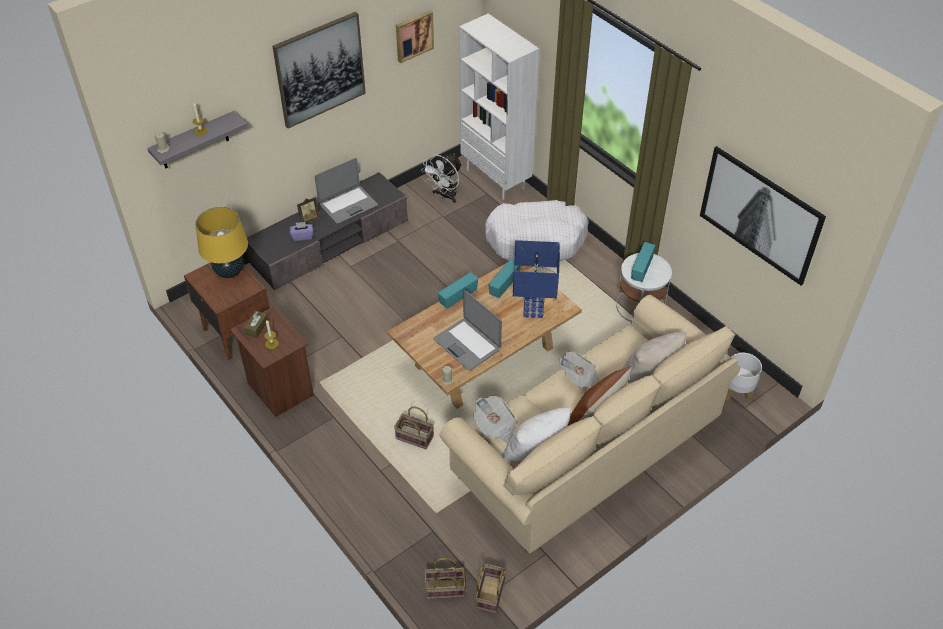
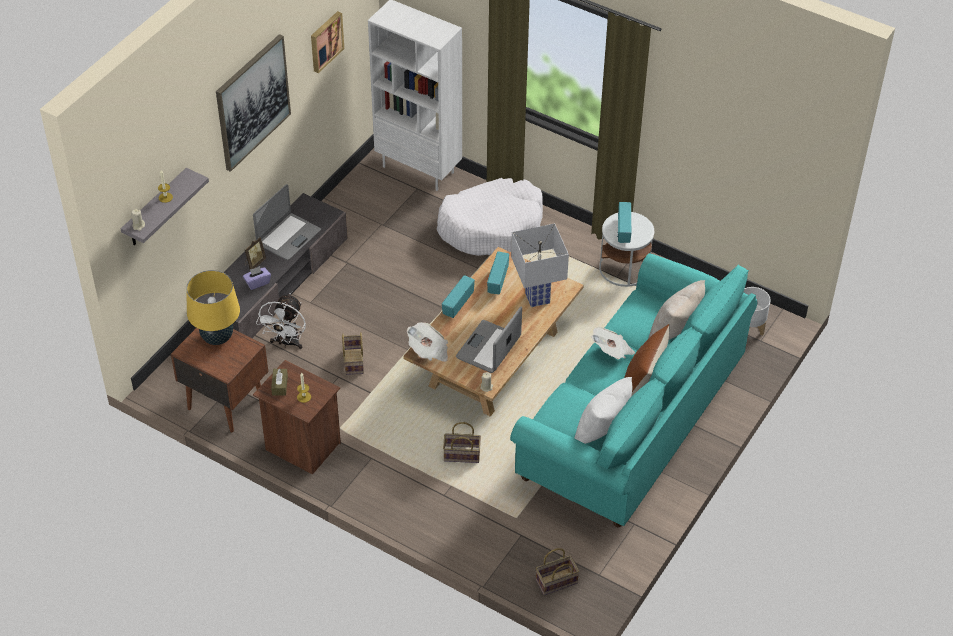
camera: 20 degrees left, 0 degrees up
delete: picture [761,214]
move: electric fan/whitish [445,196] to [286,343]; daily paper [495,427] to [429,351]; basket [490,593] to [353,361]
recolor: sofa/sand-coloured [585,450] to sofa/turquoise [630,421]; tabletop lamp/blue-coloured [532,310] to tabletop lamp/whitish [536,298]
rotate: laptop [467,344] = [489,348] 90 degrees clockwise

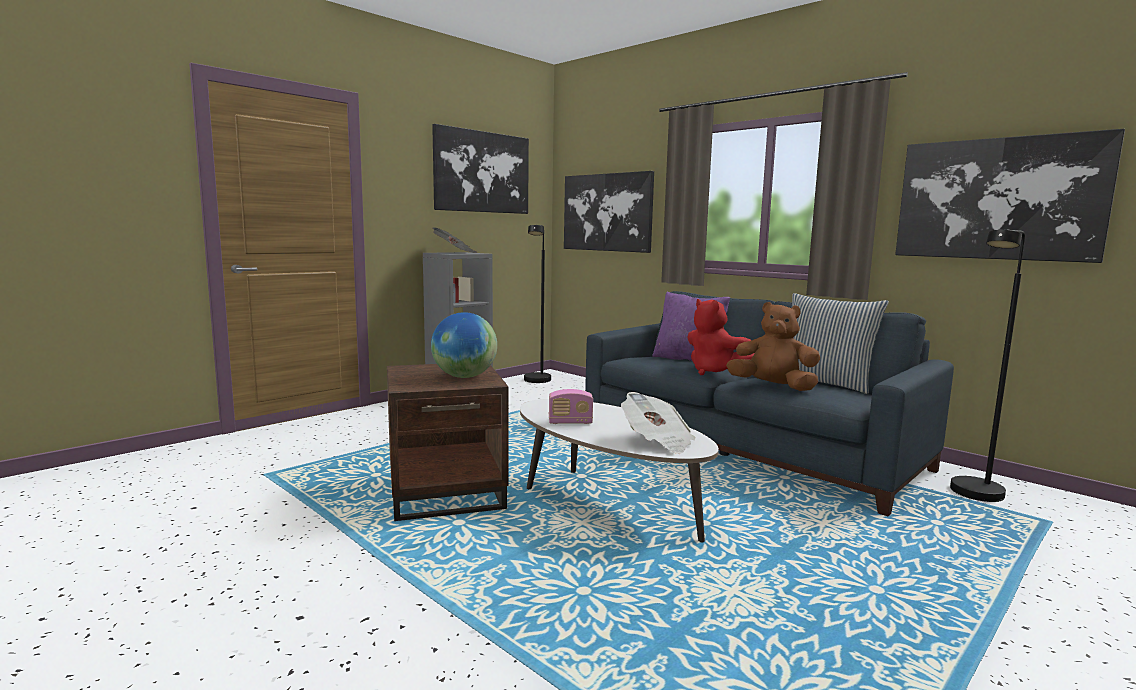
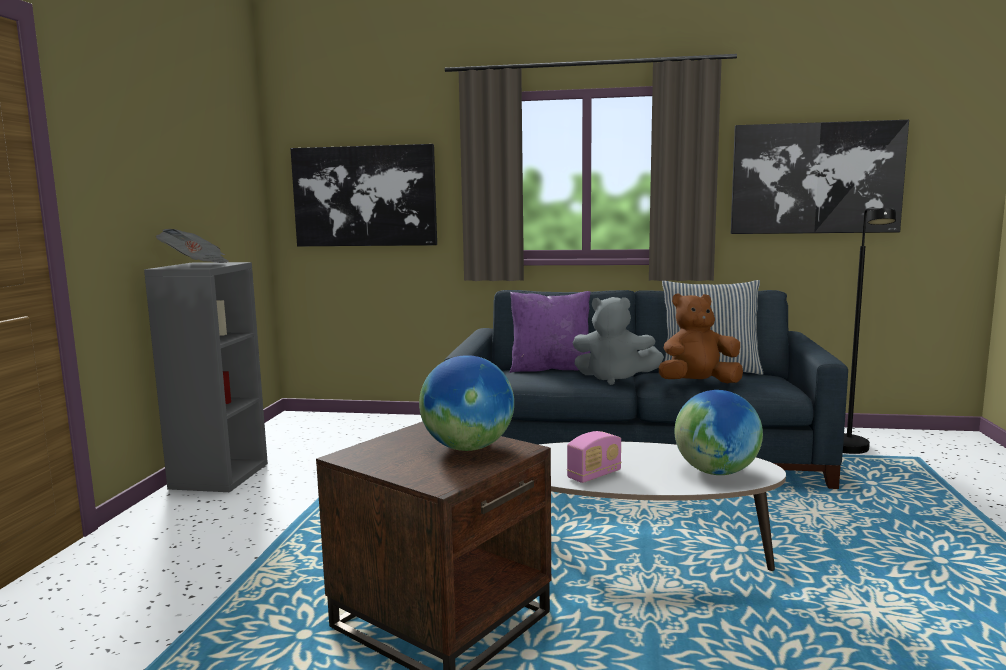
camera: 35 degrees left, 0 degrees up
delete: picture [482,172]; floor lamp/black-coloured [537,381]
replace: daily paper [657,441] to world globe [717,472]
recolor: soft toy/red-coloured [715,372] to soft toy/gray [614,378]

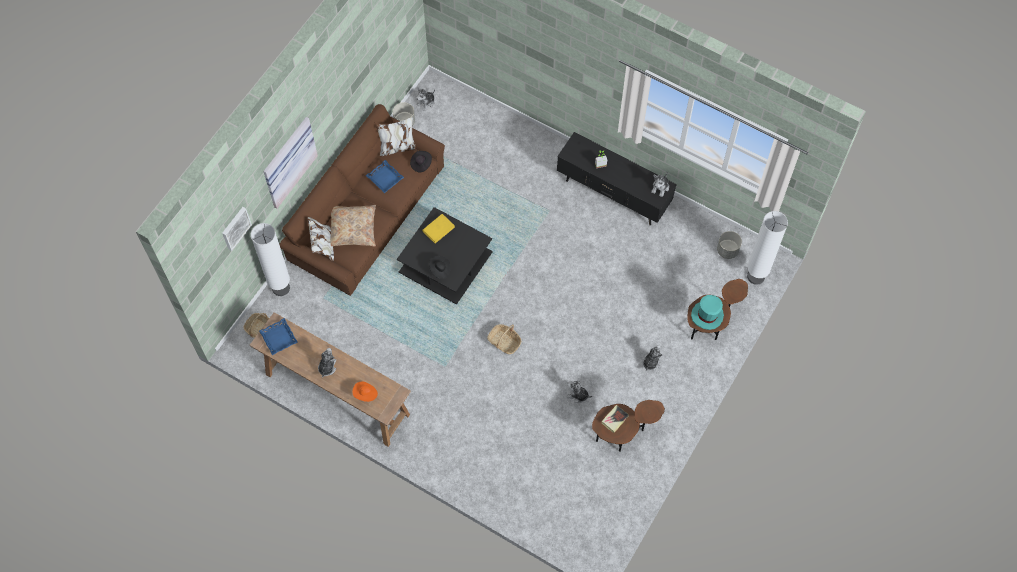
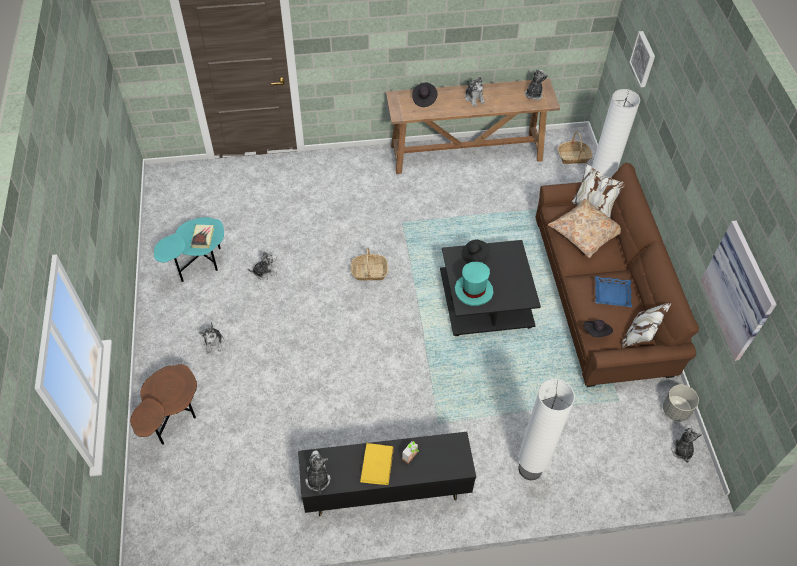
camera: 140 degrees right, 10 degrees down
delete: planter/gray [727,250]
move: picture [287,161] to [741,290]; book/yellow-coloured [438,229] to [377,465]; wearable hat/turquoise [707,316] to [473,291]; floor lamp/whitish [756,276] to [530,469]
replace: serving tray/blue-coloured [279,338] to soft toy [533,94]
recolor: wearable hat/orange-coloured [365,394] to wearable hat/black-coloured [424,99]; accent table/brown [622,434] to accent table/turquoise [199,266]

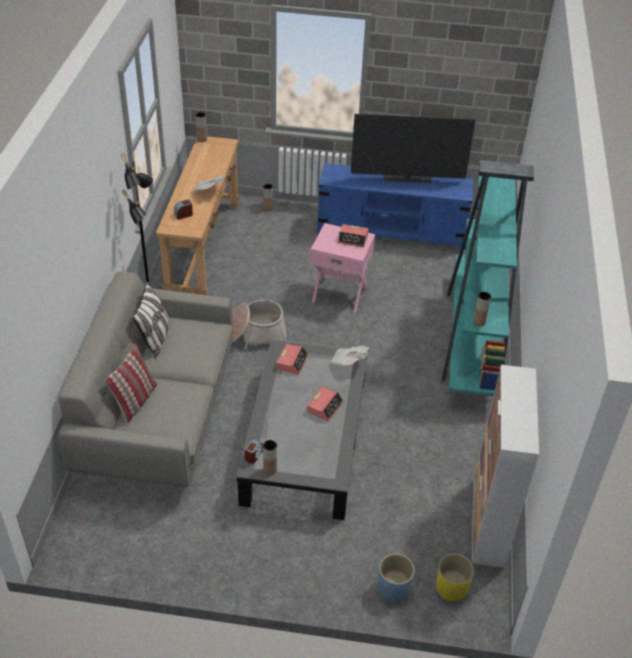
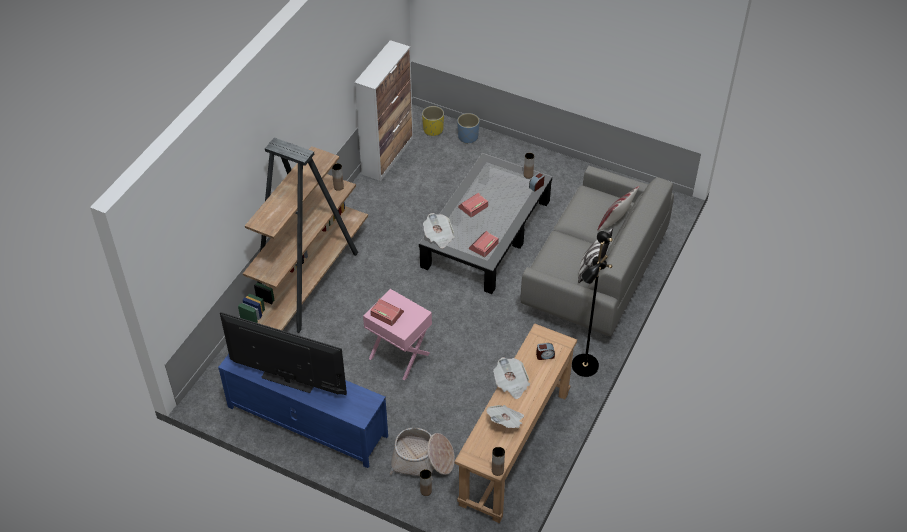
camera: 160 degrees left, 5 degrees up
insert: daily paper [506,422]
move: basket [255,333] to [422,461]
recolor: bookshelf/turquoise [473,340] to bookshelf/brown [308,281]

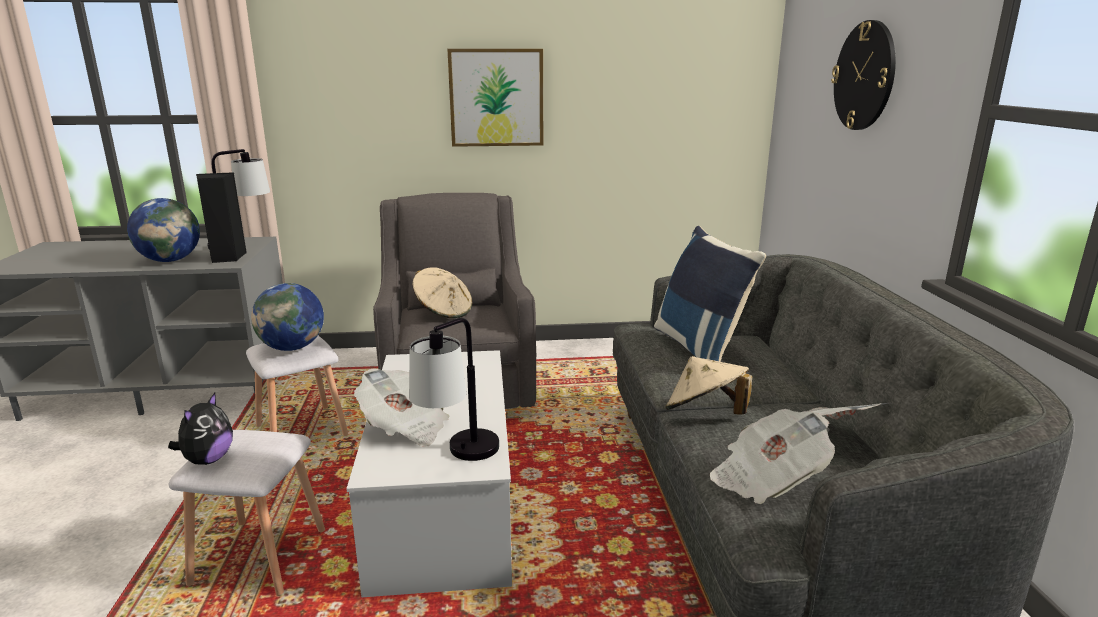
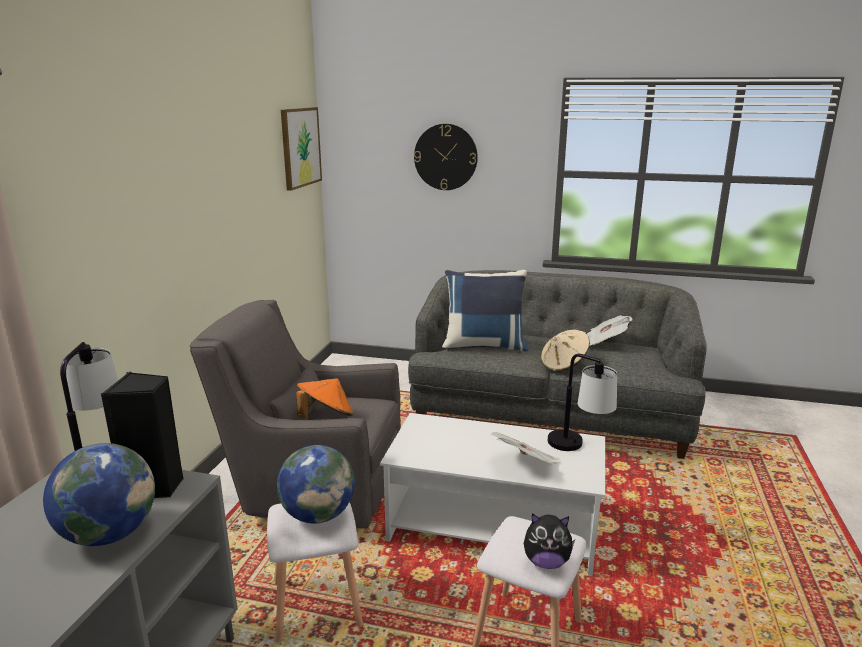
camera: 70 degrees left, 0 degrees up
delete: daily paper [766,479]
move: picture [496,98] to [300,147]
recolor: wearable hat/sand-coloured [443,311] to wearable hat/orange-coloured [326,417]
rotate: soft toy [207,460] = [546,562] 150 degrees clockwise

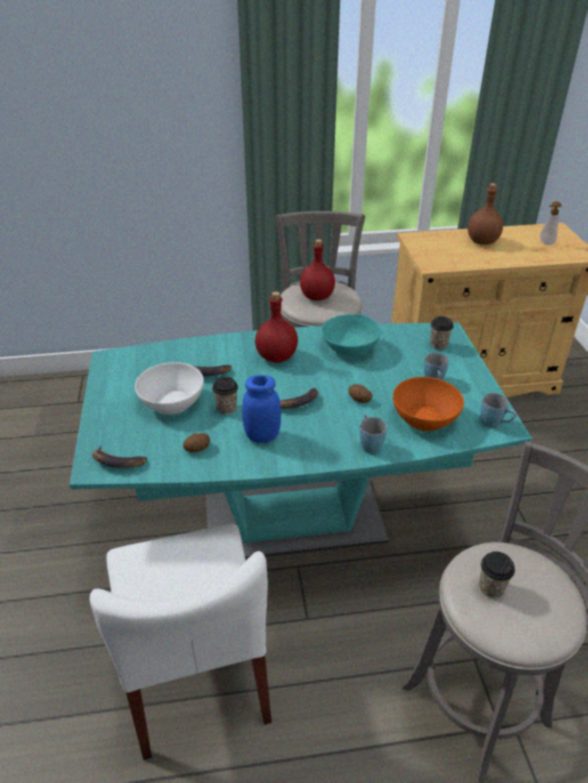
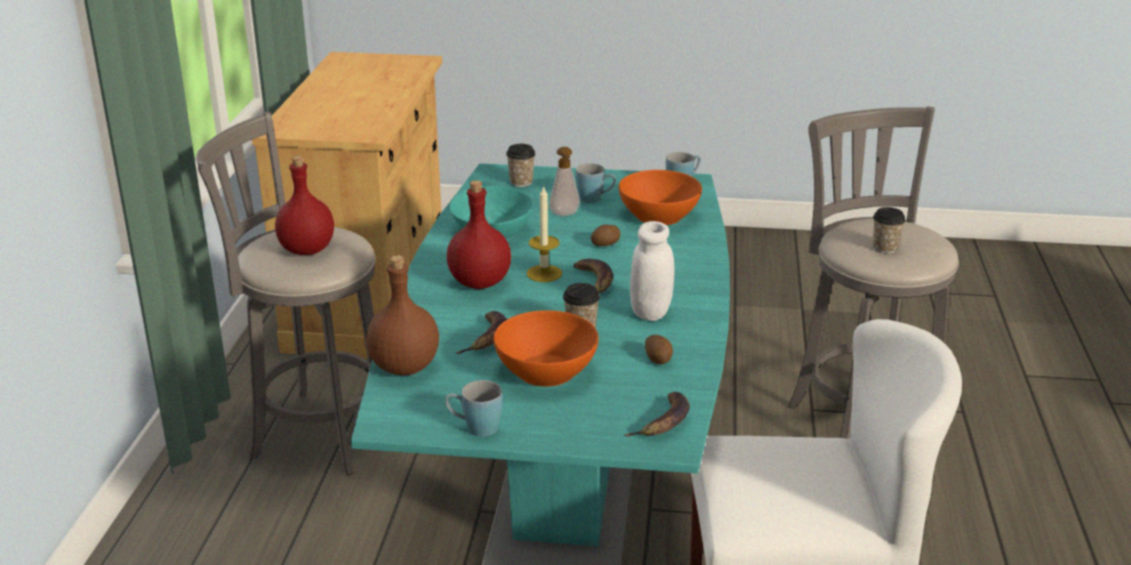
camera: 75 degrees left, 10 degrees down
insert: wax candle [544,273]
move: tea mug/blue-coloured [369,443] to [474,428]; drink bottle/brown [481,241] to [403,367]; soap dispenser [545,243] to [565,215]
recolor: serving bowl/whitish [172,403] to serving bowl/orange-coloured [547,371]; preserve jar/blue-coloured [262,436] to preserve jar/whitish [650,312]

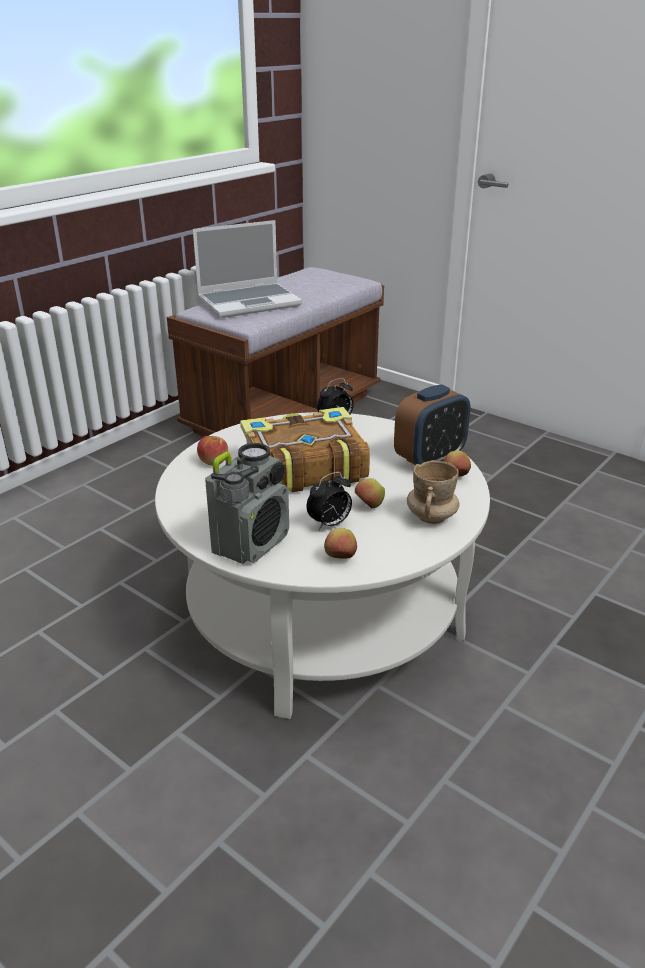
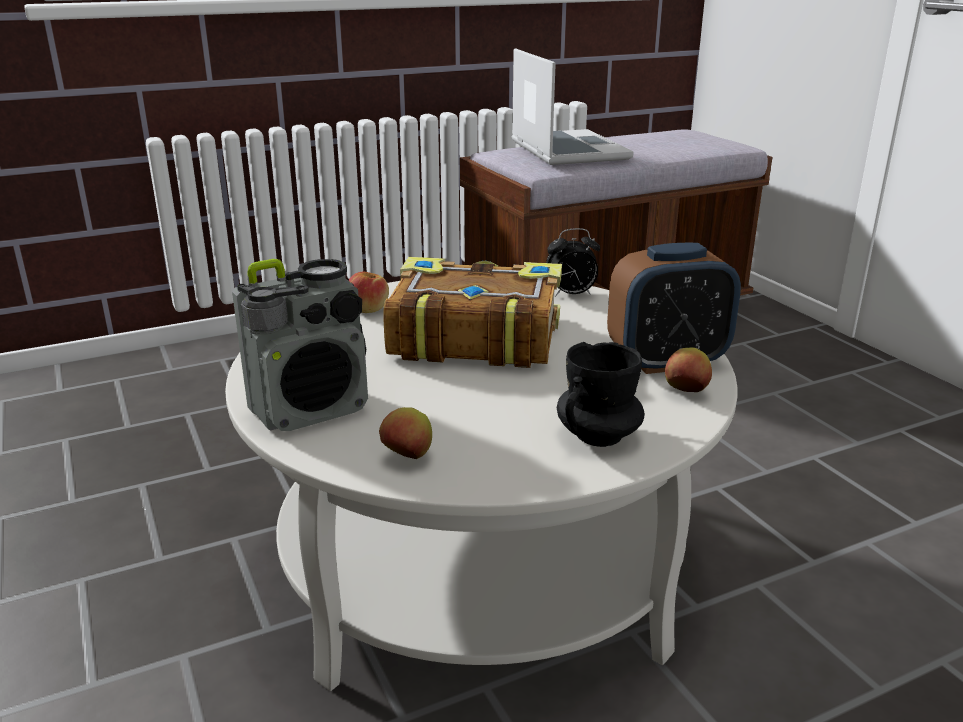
camera: 25 degrees right, 5 degrees down
delete: alarm clock [330,524]; apple [369,506]
recolor: tea mug/sand-coloured [431,516] to tea mug/black-coloured [598,435]
rotate: laptop [250,302] = [566,150] 105 degrees counterclockwise

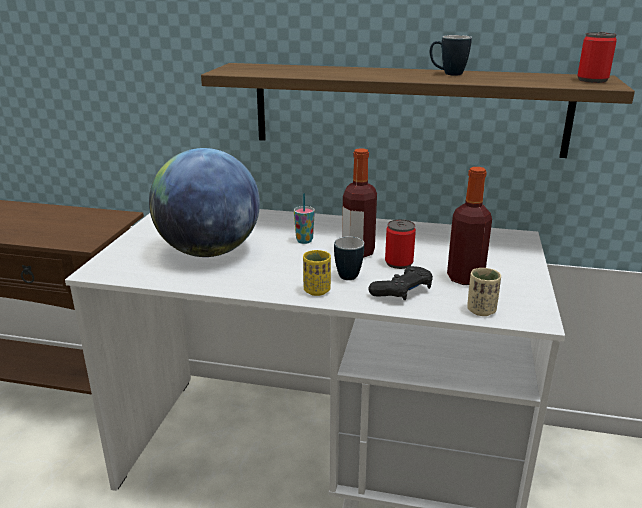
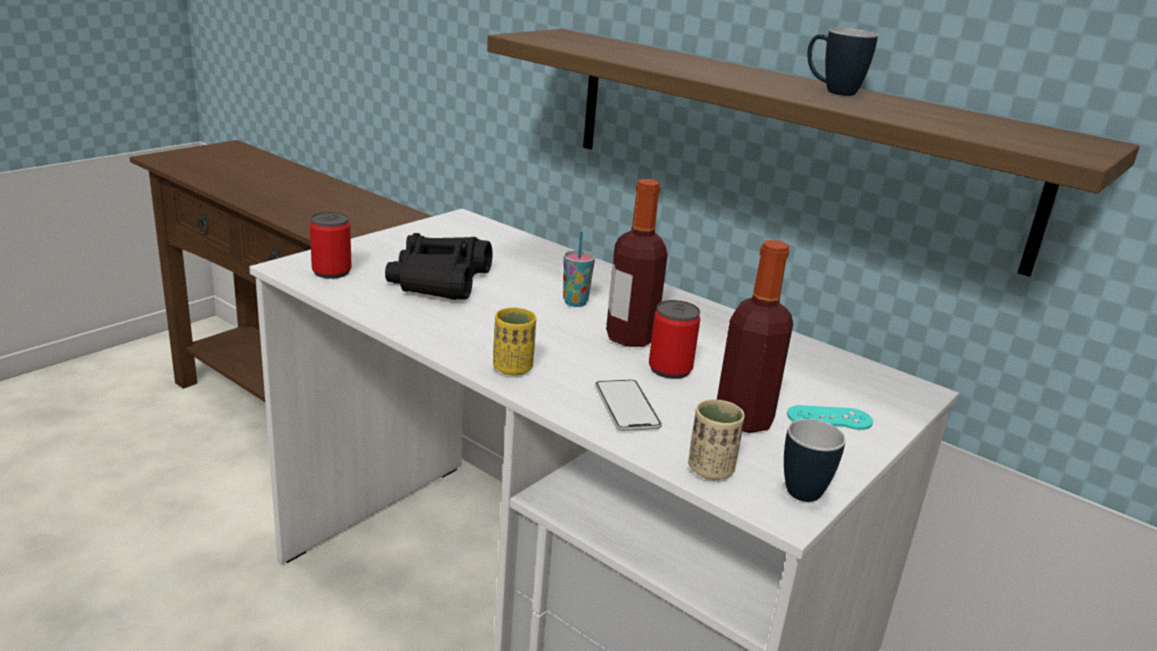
camera: 25 degrees right, 0 degrees up
insert: gamepad/turquoise [829,418]
move: tea mug [346,274] to [802,487]; can [592,80] to [331,272]
replace: world globe [209,252] to pair of binoculars/black-coloured [439,281]; gamepad/black-coloured [402,291] to handset [626,407]

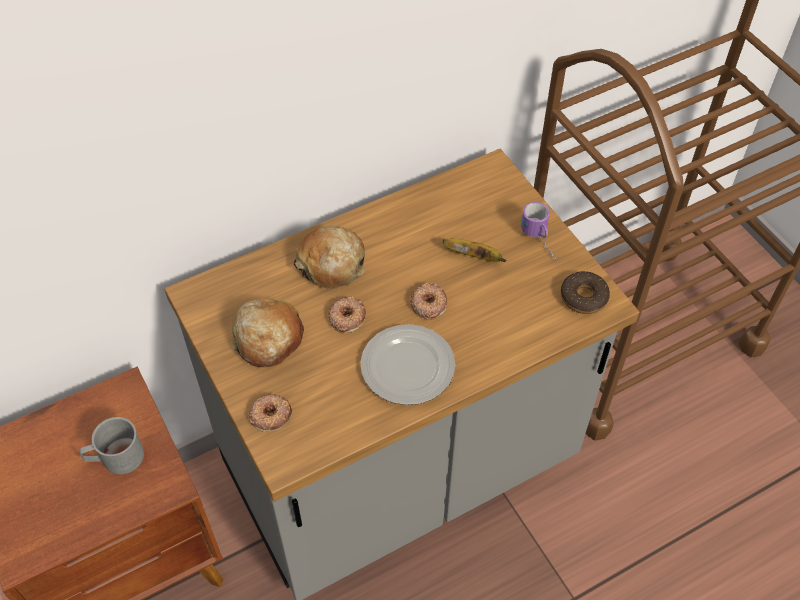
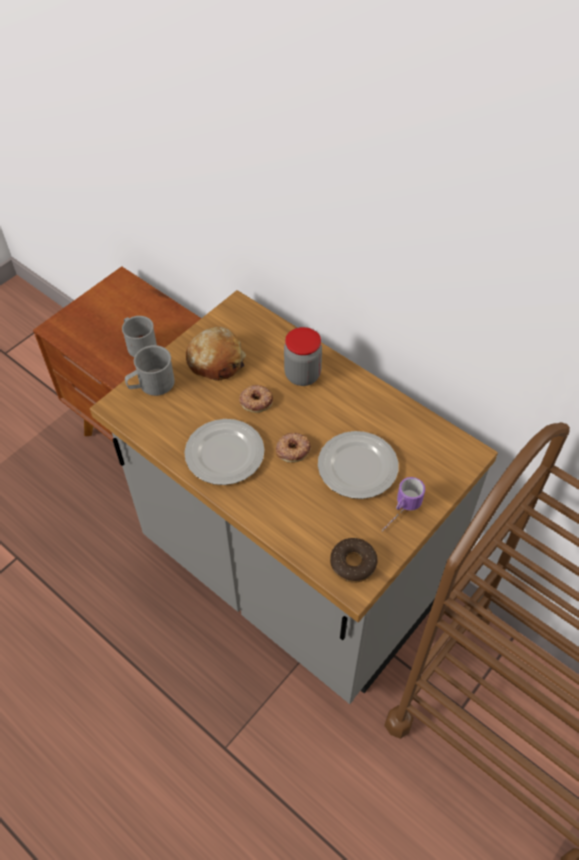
camera: 70 degrees right, 0 degrees up
replace: doughnut [270,415] to tea mug/gray [151,385]; bakery bread [331,264] to preserve jar [302,375]; banana fruit [475,257] to plate [358,467]

